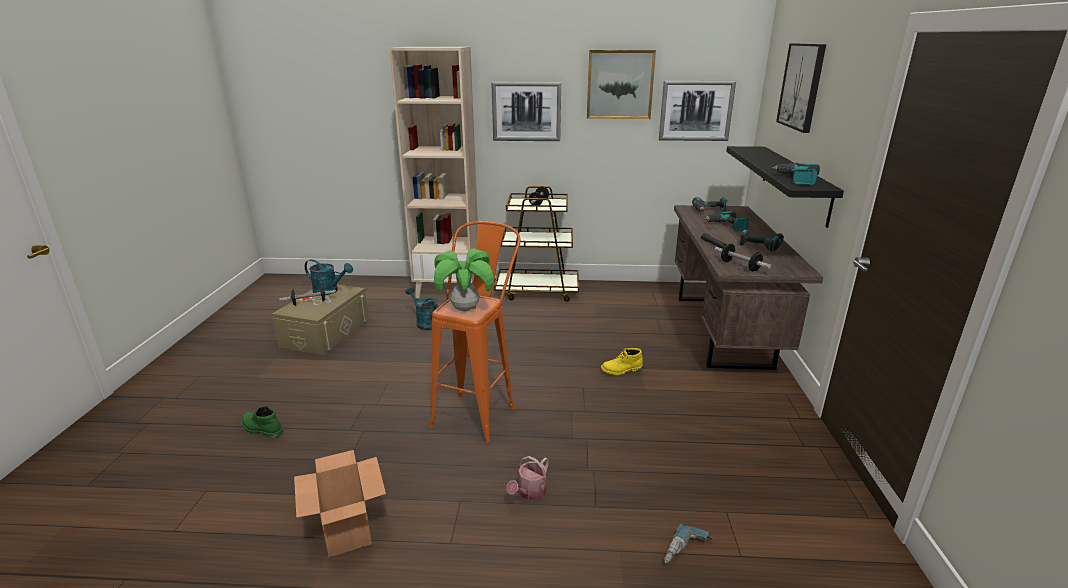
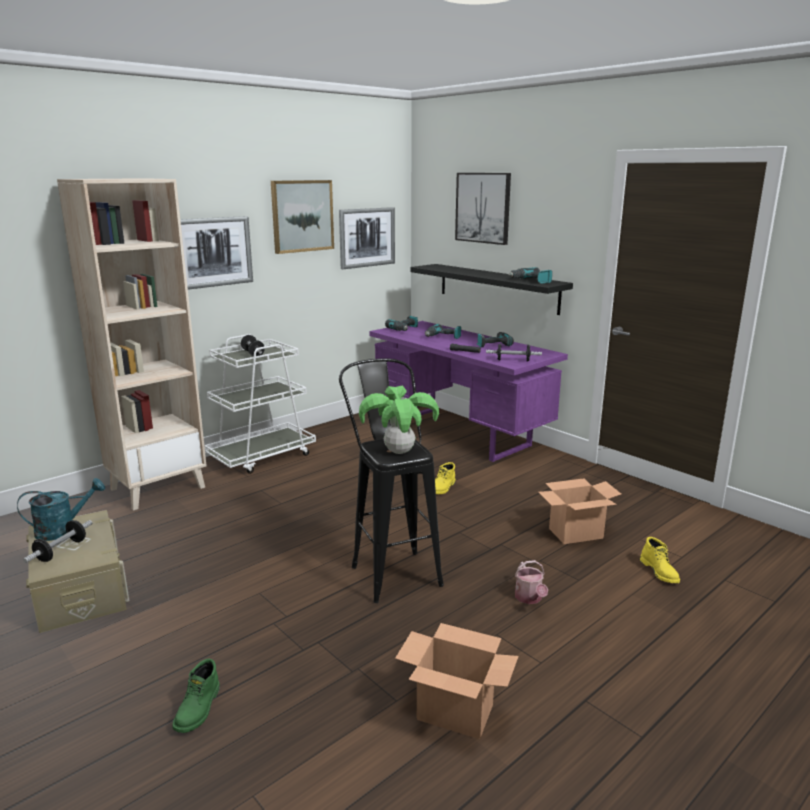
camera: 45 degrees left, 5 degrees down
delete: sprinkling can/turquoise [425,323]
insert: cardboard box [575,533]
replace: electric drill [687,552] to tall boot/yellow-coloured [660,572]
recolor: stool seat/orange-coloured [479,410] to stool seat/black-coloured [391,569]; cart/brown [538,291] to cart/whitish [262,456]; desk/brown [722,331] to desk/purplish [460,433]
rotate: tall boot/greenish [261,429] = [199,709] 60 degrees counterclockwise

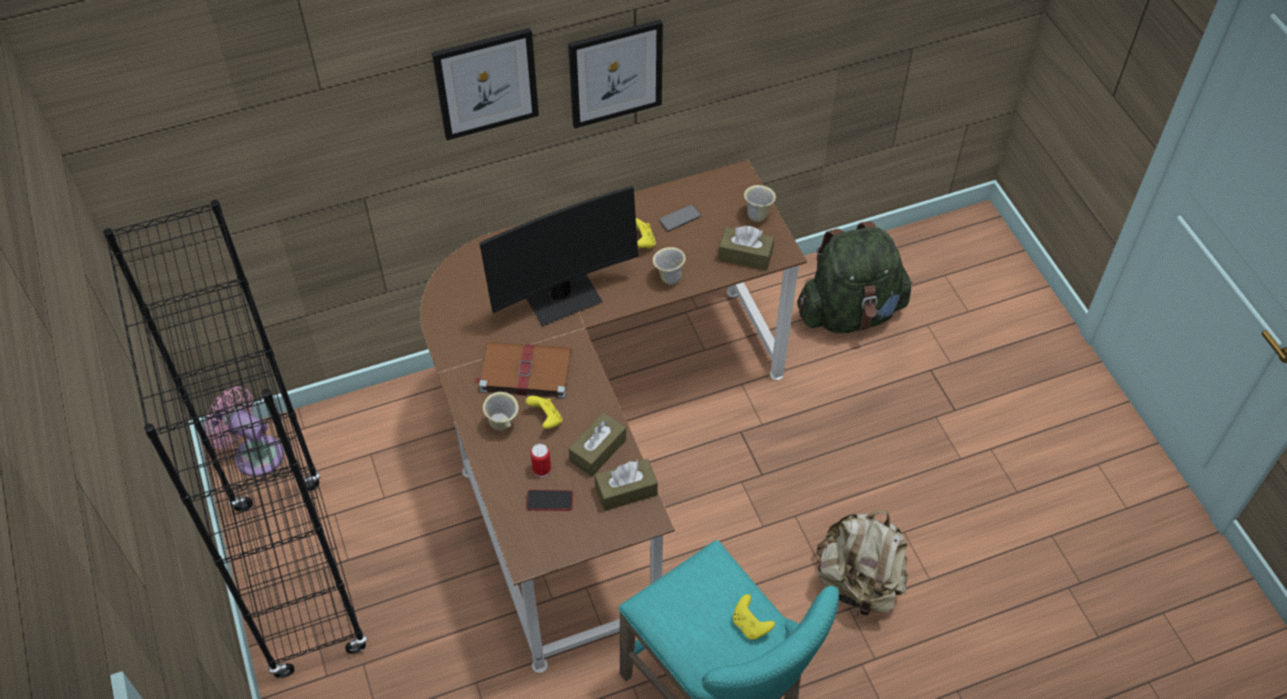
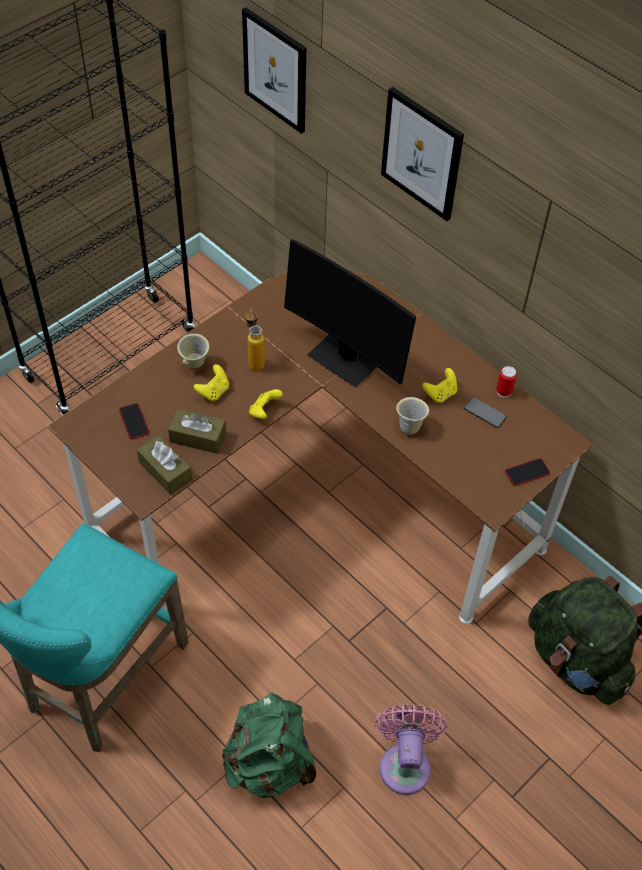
camera: 65 degrees right, 0 degrees up
delete: tissue holder/brown [745,255]
move: electric fan/pink-coloured [254,453] to [405,763]; can [541,469] to [504,391]; picture [615,73] to [275,70]; gamepad/yellow-coloured [750,625] to [264,411]
replace: book/brown [524,372] to drink bottle [254,360]; tea mug/sand-coloured [757,215] to handset [527,472]
recolor: backpack/sand-coloured [859,583] to backpack/greenish [270,762]

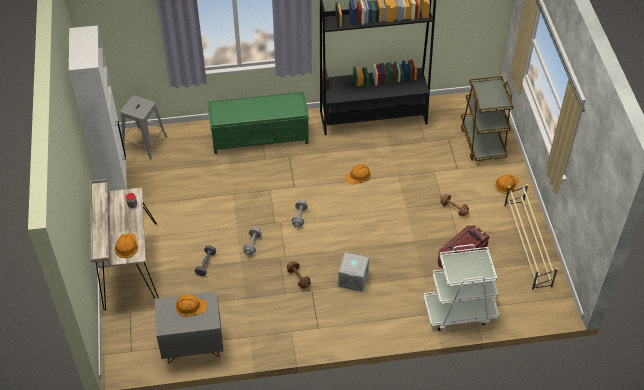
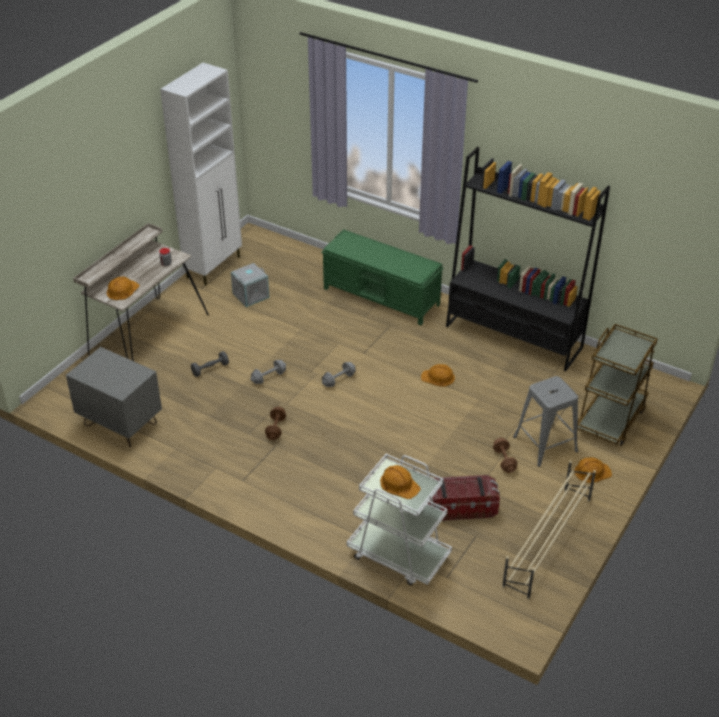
camera: 40 degrees right, 10 degrees down
move: stool seat/gray [144,142] to [545,444]; work helmet/orange-coloured [190,306] to [399,484]; storage bin/gray [352,279] to [250,295]

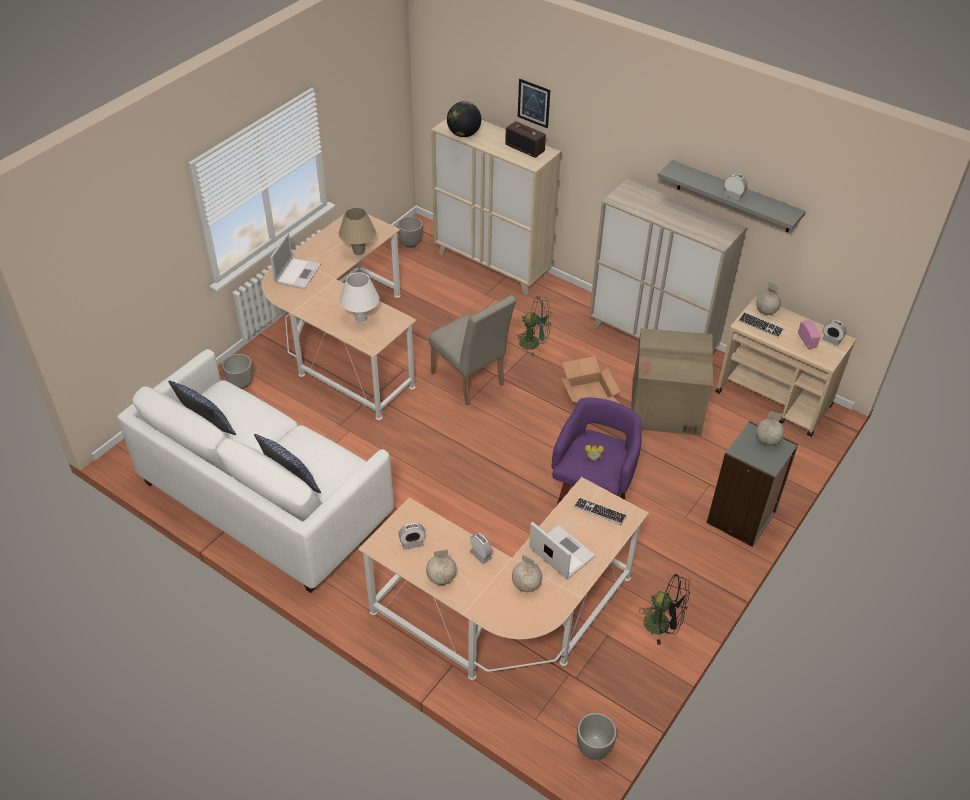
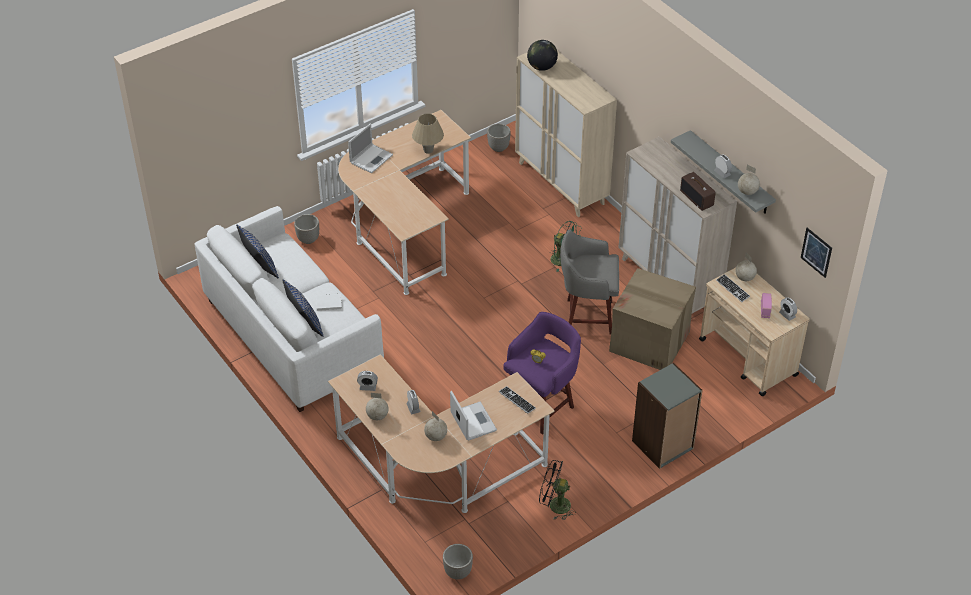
camera: 20 degrees right, 0 degrees up
delete: tabletop lamp/whitish [361,318]; upright chair/sand-coloured [470,382]
insert: book/whitish [328,303]
move: radio [525,148] to [697,198]; picture [533,103] to [816,252]; world globe [767,441] to [747,192]
replace: cardboard box [588,396] to stool seat/gray [587,316]
rotate: electric fan/black-coloured [663,624] = [554,505] 150 degrees clockwise

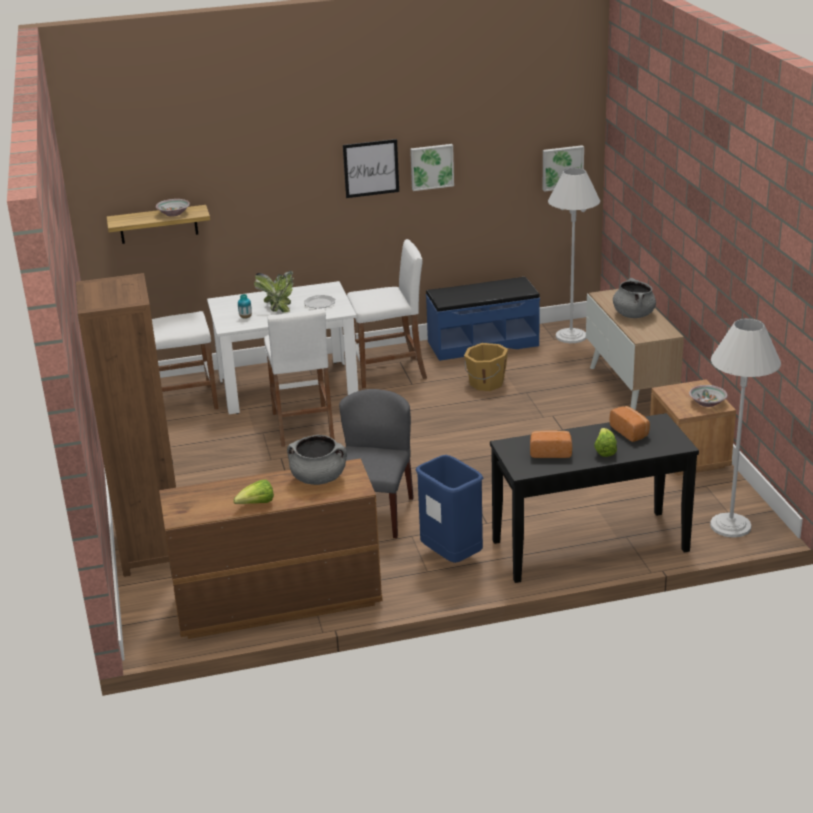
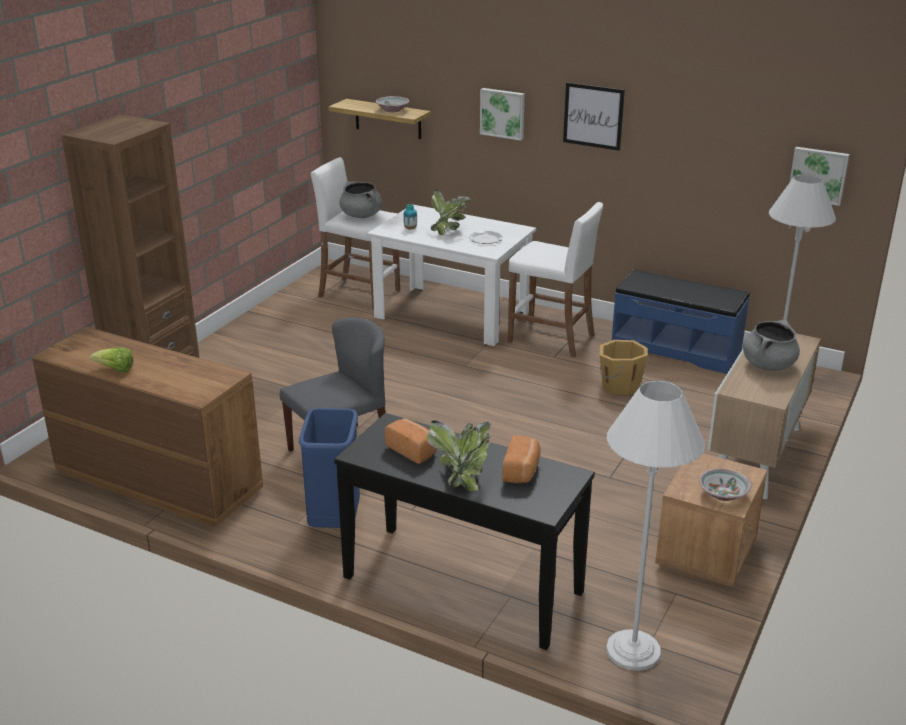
camera: 40 degrees right, 0 degrees up
delete: stool seat/whitish [303,426]
move: cooking pot/gray [319,478] to [361,215]; picture [431,166] to [503,113]
replace: lettuce head [604,450] to potted plant [463,475]

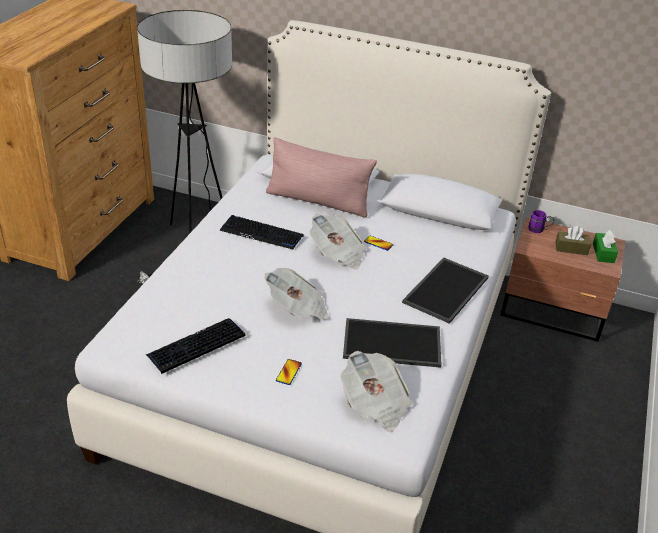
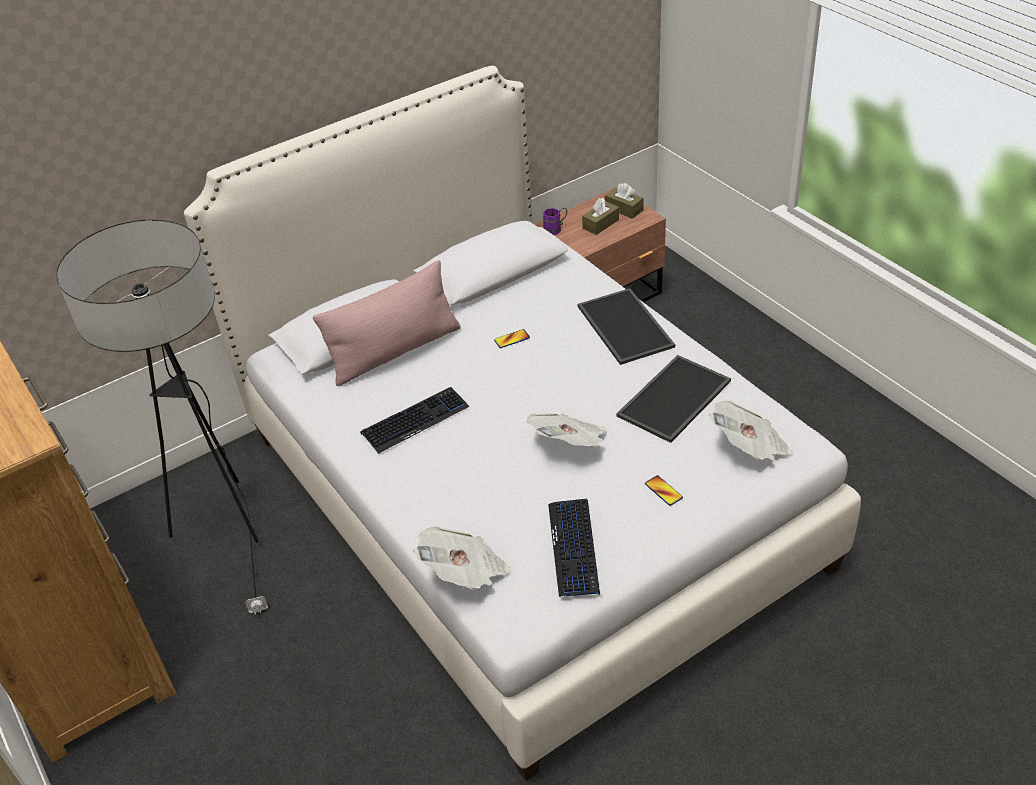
camera: 50 degrees left, 5 degrees up
move: daily paper [337,254] to [465,573]
recolor: tissue holder/greenish [603,253] to tissue holder/brown [624,209]

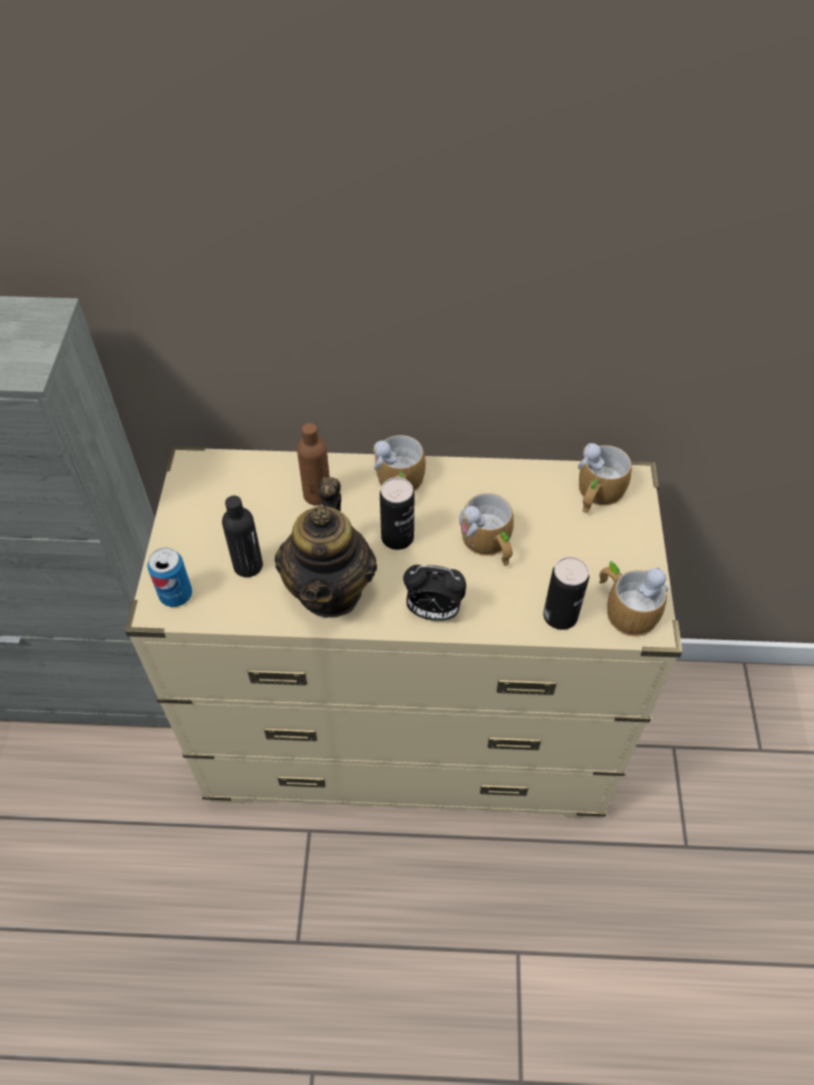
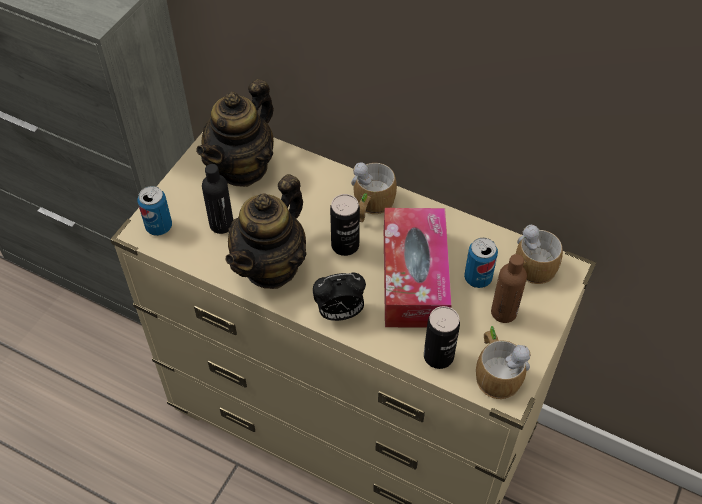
camera: 25 degrees right, 0 degrees up
insert: teapot [242,167]; can [478,278]
move: drink bottle/brown [317,495] to [503,312]
replace: tea mug [489,544] to tissue holder [414,278]
rotate: alarm clock [433,611] = [339,313] 45 degrees counterclockwise

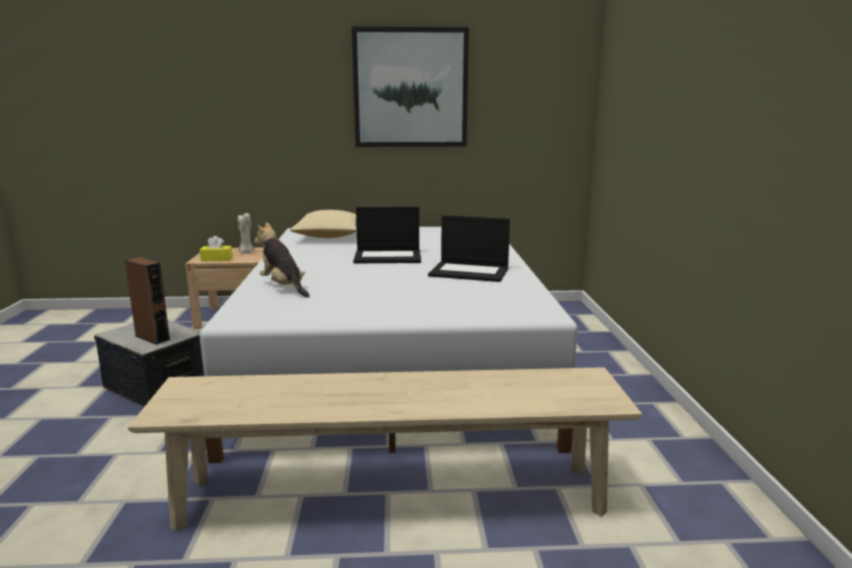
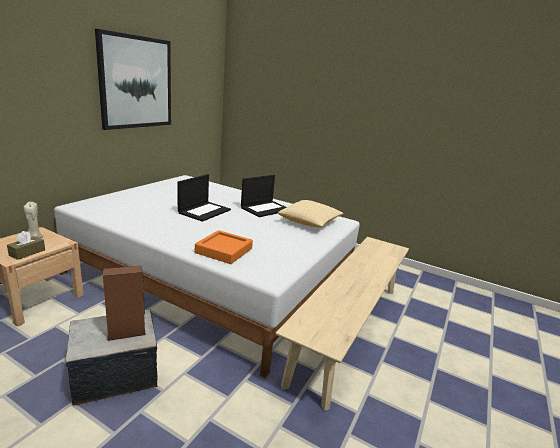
camera: 60 degrees left, 5 degrees up
move: cushion [329,237] to [309,222]
replace: soft toy [283,287] to serving tray/orange-coloured [224,250]
recolor: tissue holder/yellow-coloured [216,259] to tissue holder/brown [27,253]

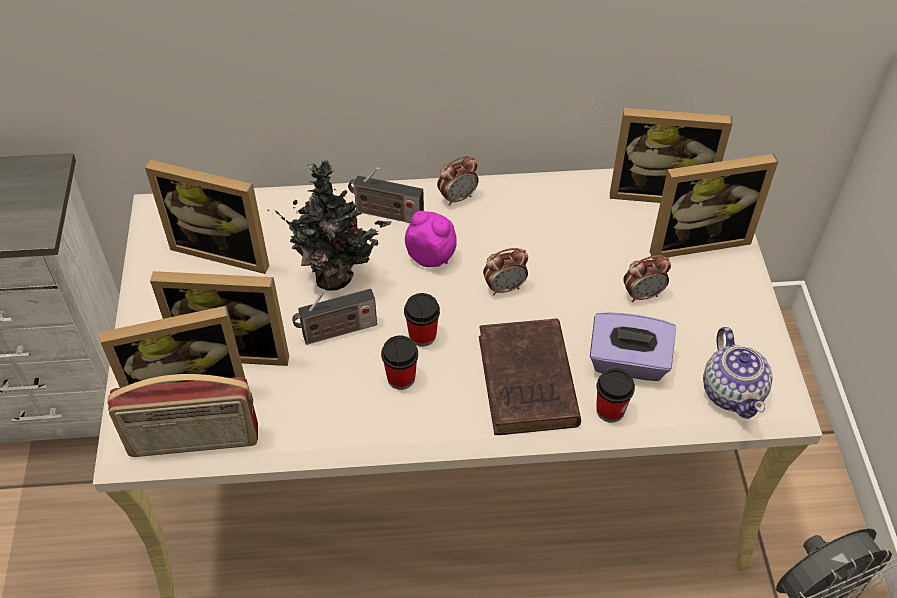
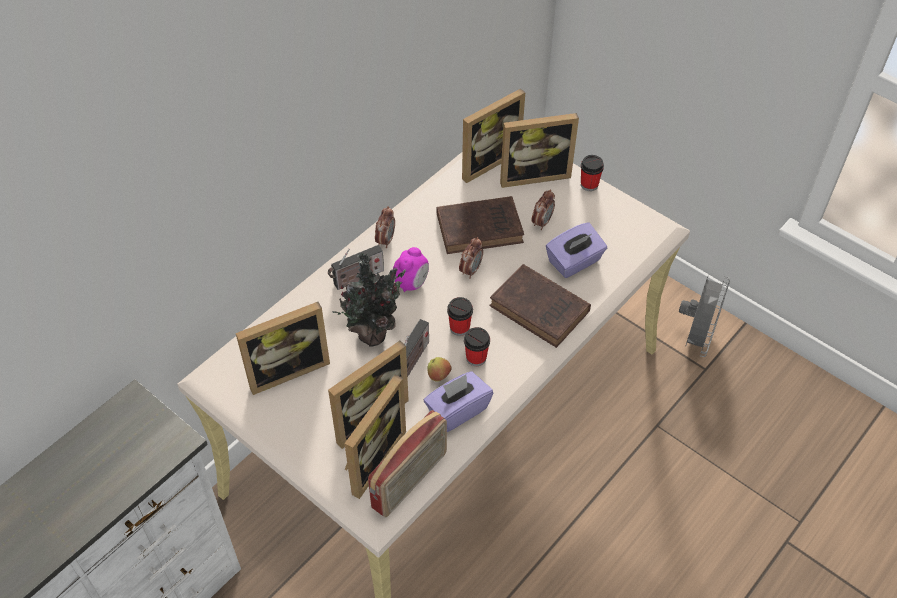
camera: 45 degrees left, 0 degrees up
delete: teapot [732,391]
insert: tissue holder/purplish [457,410]; apple [439,376]; book/brown [482,228]
move: small cup [610,410] to [589,185]
rotate: alarm clock [431,256] = [411,283] 135 degrees clockwise; photo frame [696,238] = [533,174] 45 degrees clockwise

